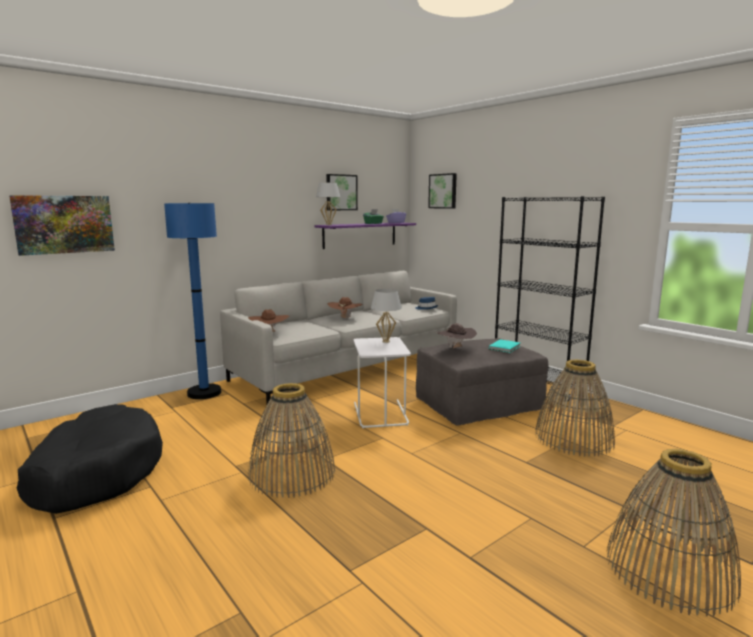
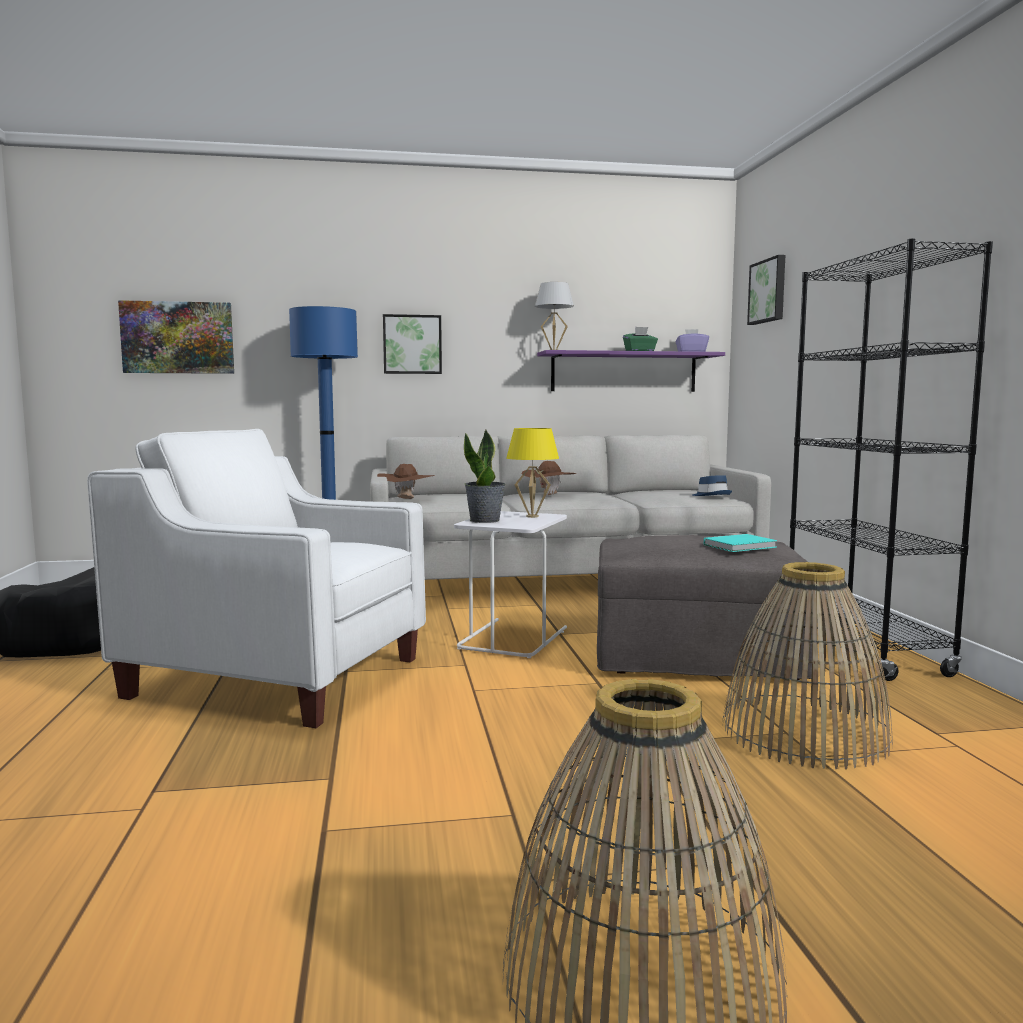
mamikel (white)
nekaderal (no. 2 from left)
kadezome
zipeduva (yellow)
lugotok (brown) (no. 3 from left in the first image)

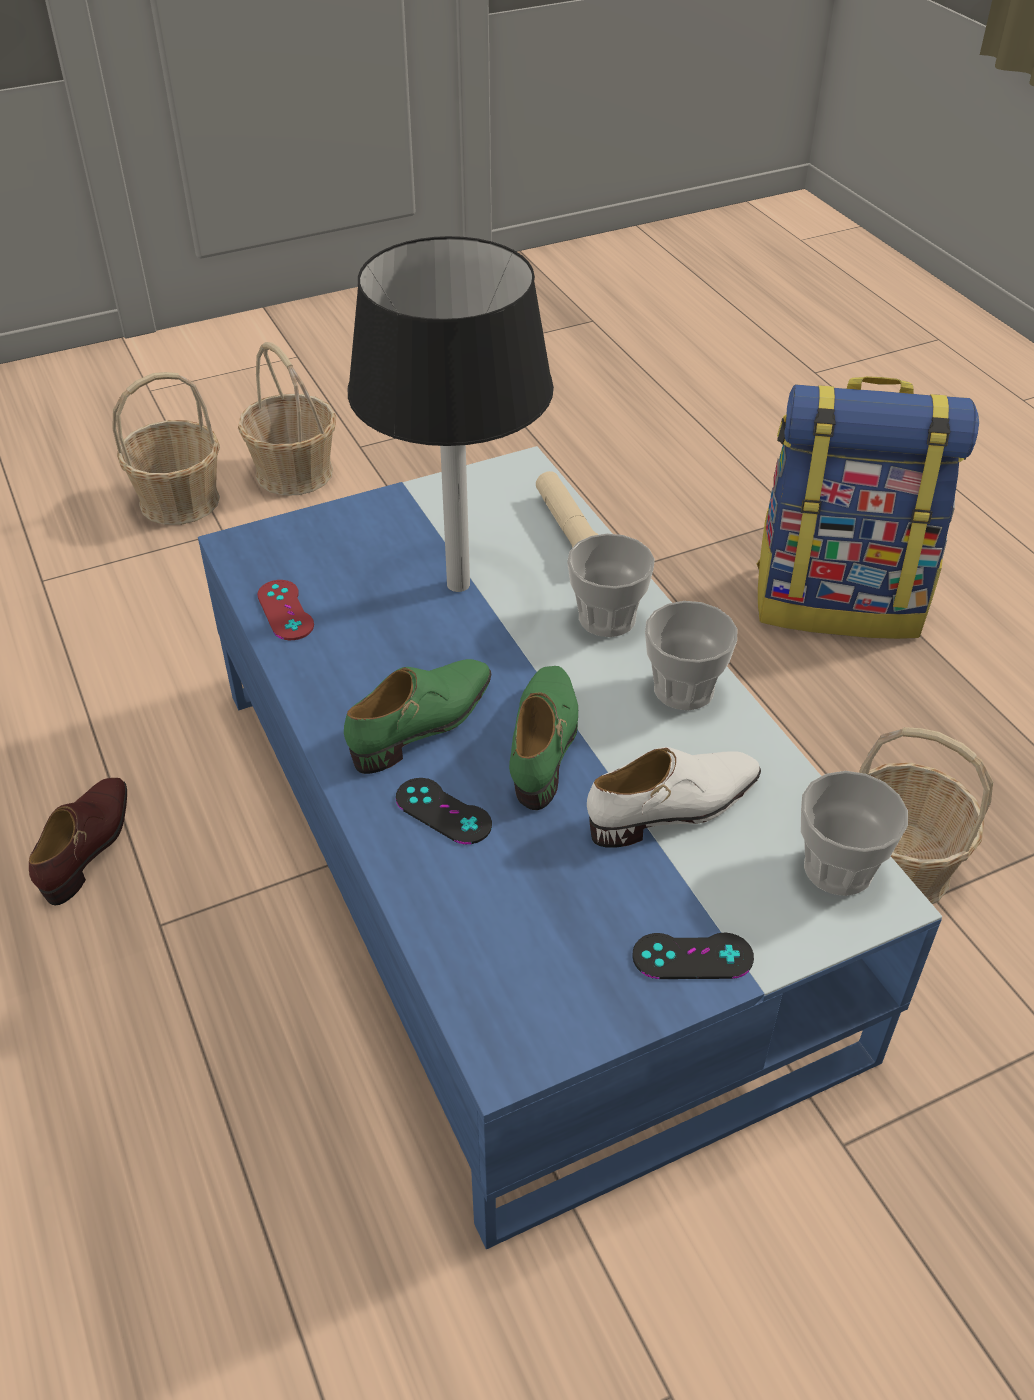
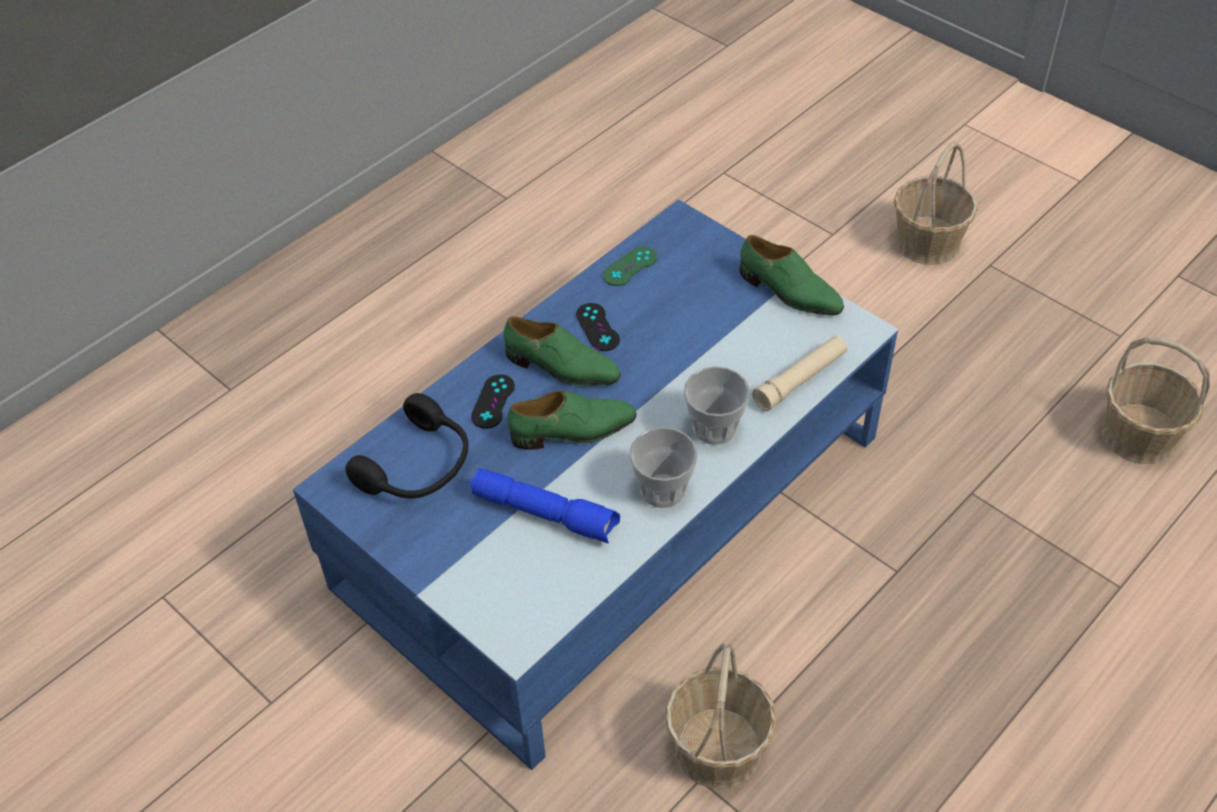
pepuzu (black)
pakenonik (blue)
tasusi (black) (no. 2 from left)
tasusi (green)
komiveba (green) (no. 3 from left)
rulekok (no. 3 from left)
komiveba (brown)
zipeduva (black)
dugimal
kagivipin (no. 3 from left in the first image)

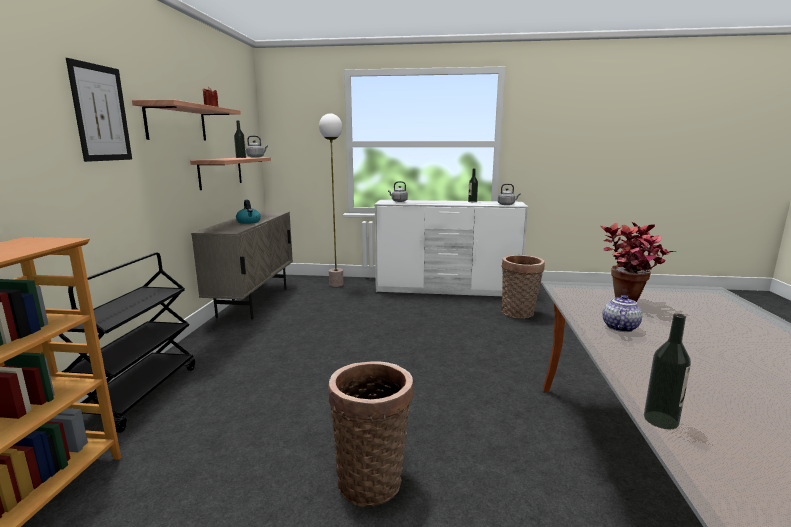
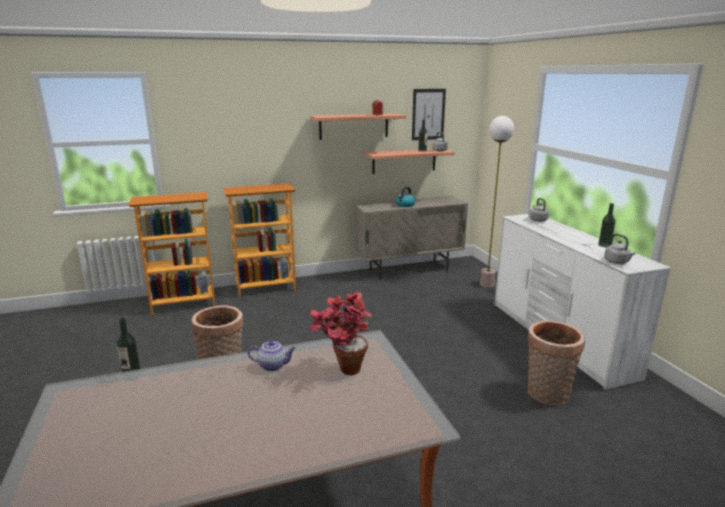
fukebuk (no. 2 from left)
nekaderal

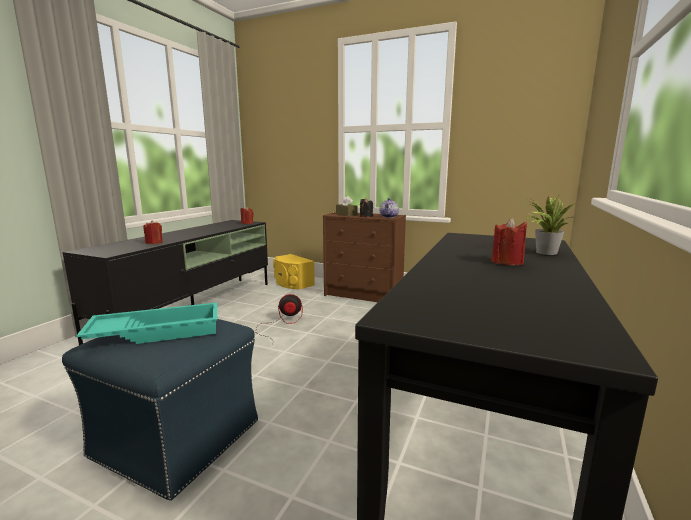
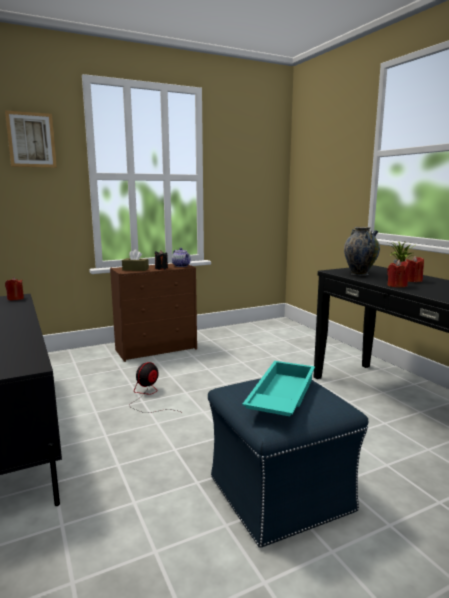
nekaderal
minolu
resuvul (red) (no. 2 from left)
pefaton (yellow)

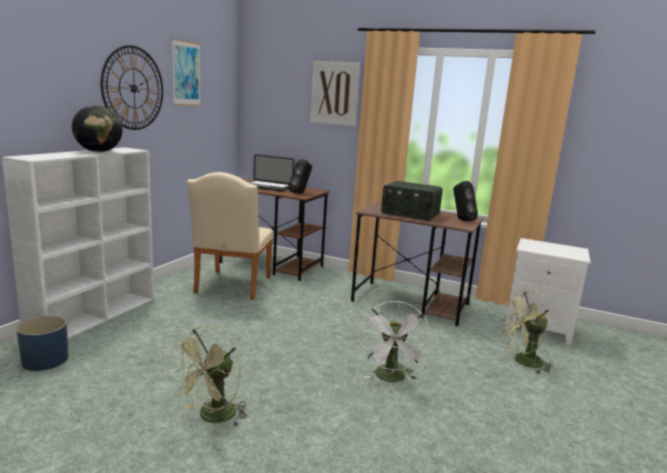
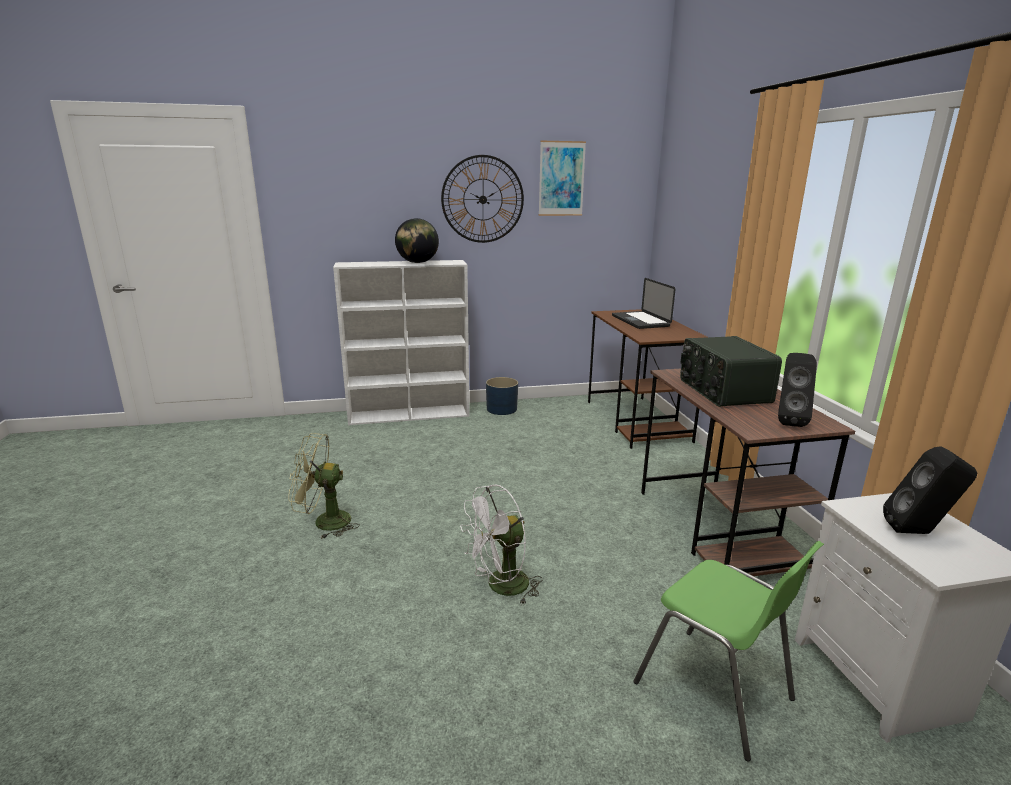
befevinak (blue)
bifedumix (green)
pefaton (black) (no. 2 from left)
bifedumix (beige)
nekaderal (no. 2 from left in the first image)

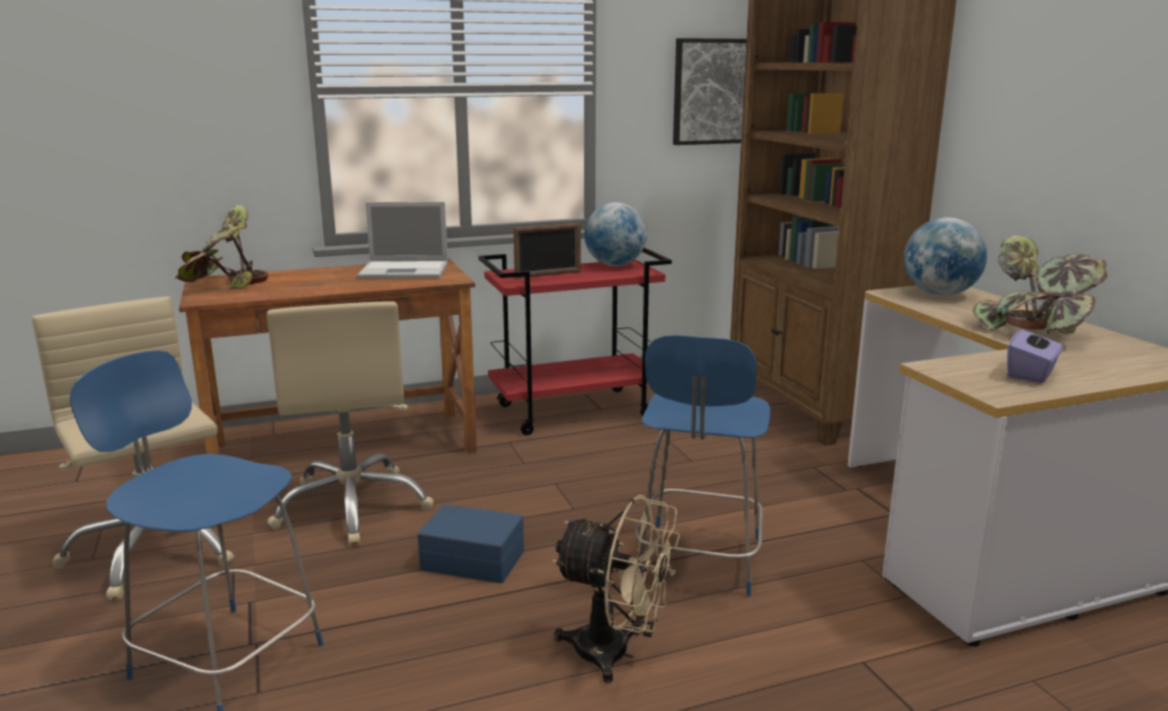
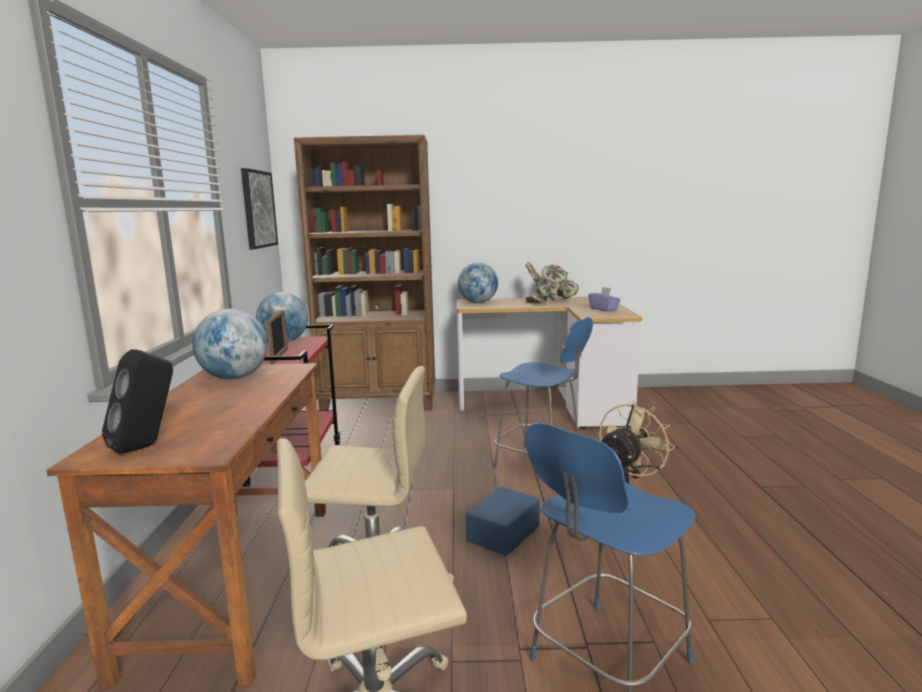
pefaton (black)
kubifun (no. 1 from left)

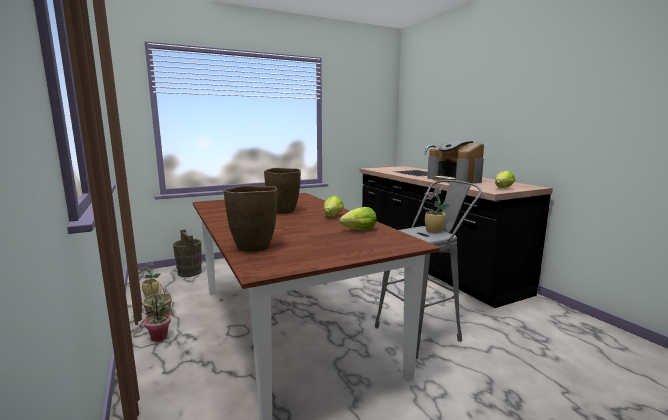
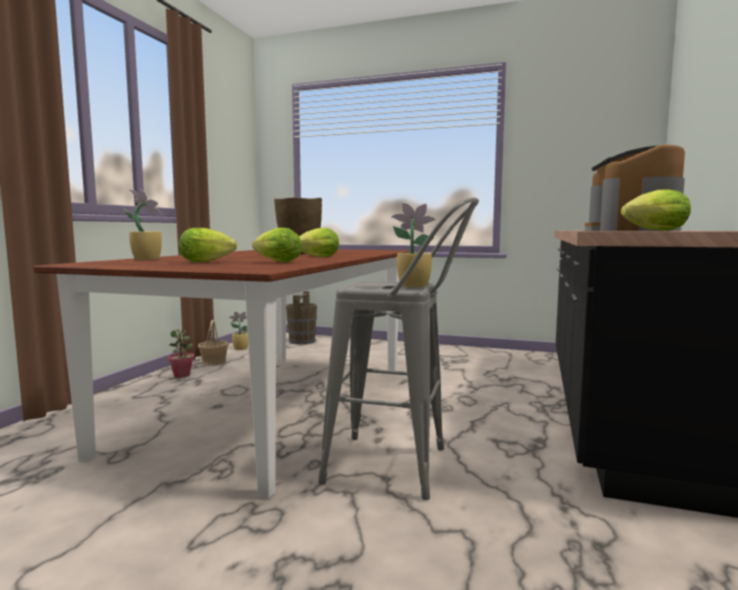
kadezome (no. 1 from left)
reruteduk (no. 1 from left)

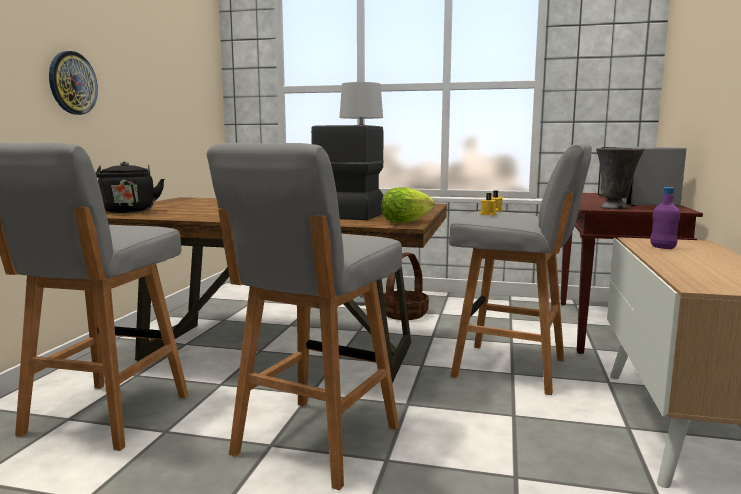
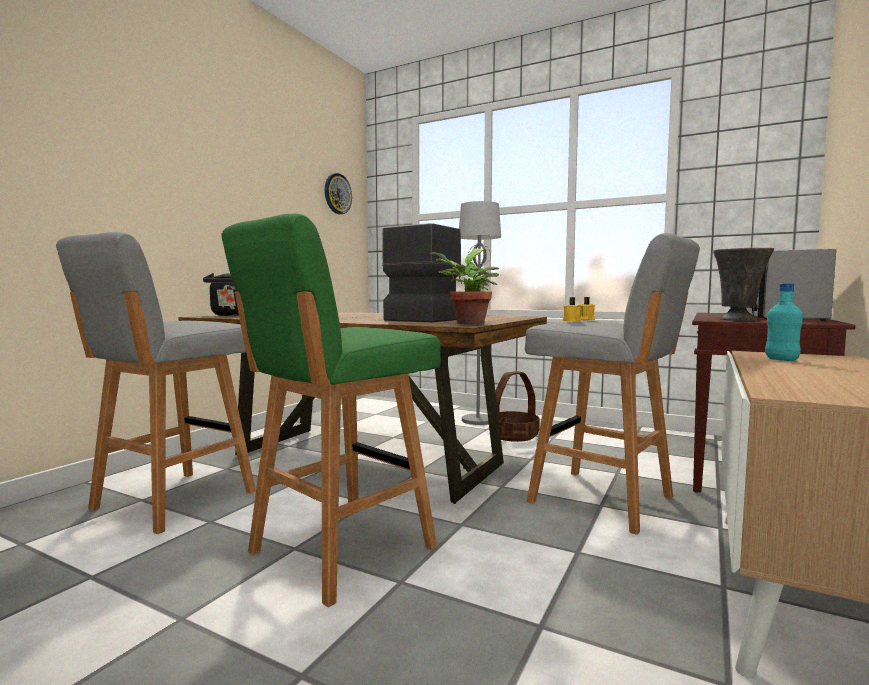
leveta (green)
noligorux
kadezome
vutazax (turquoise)

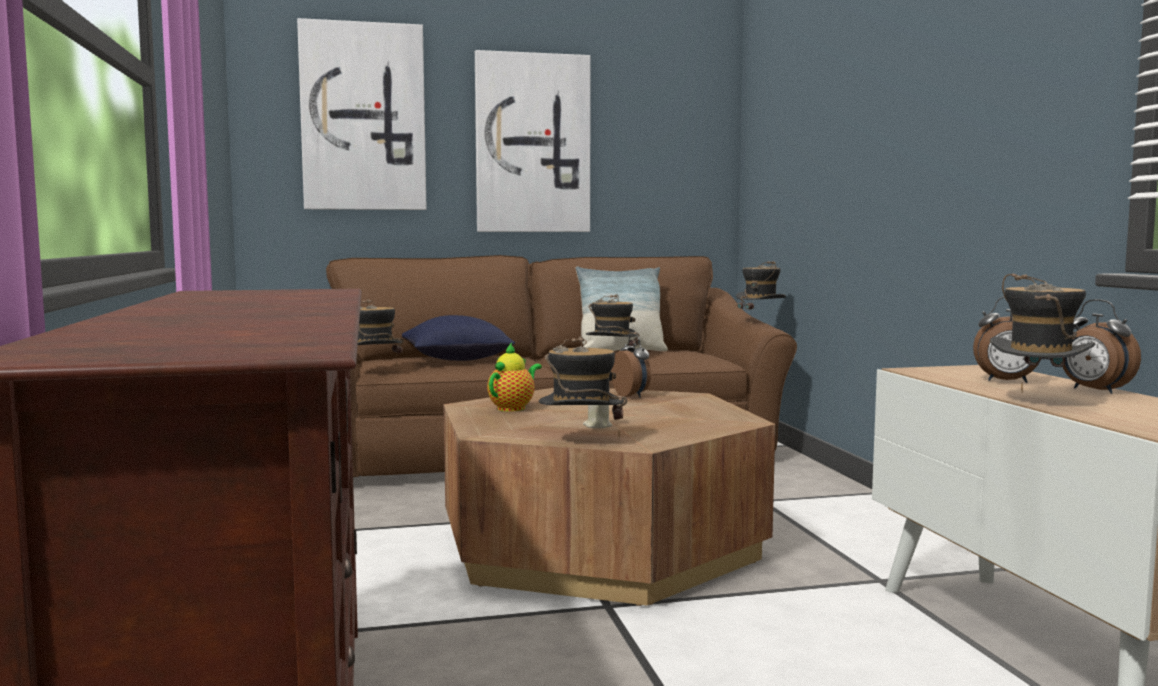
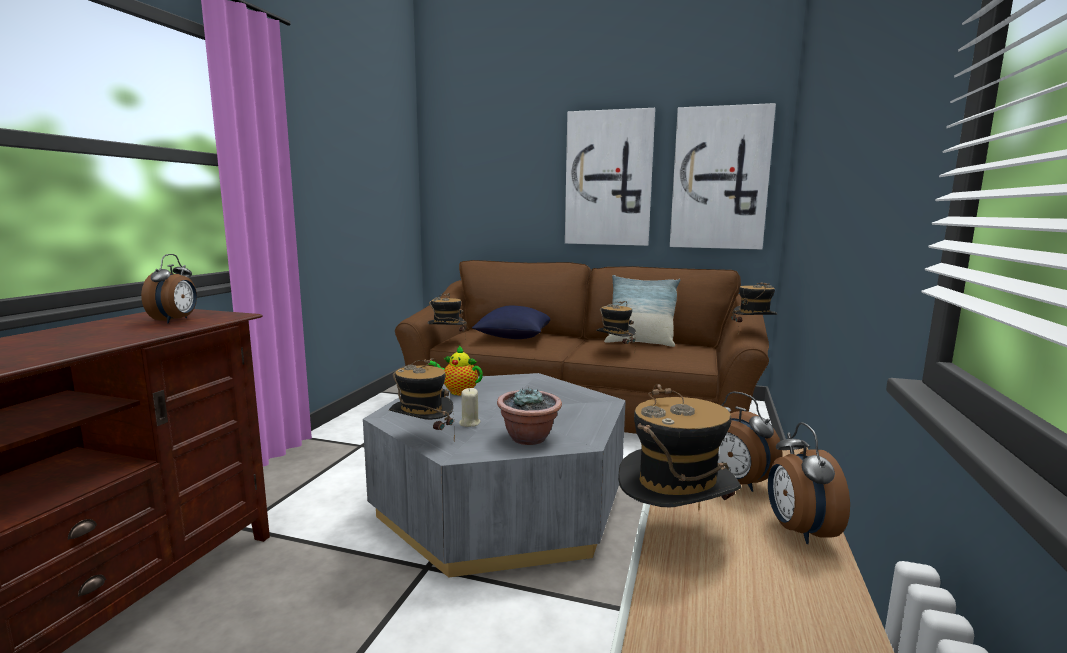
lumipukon (no. 1 from left)
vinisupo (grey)
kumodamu
kadezome
nekaderal (no. 2 from left)

